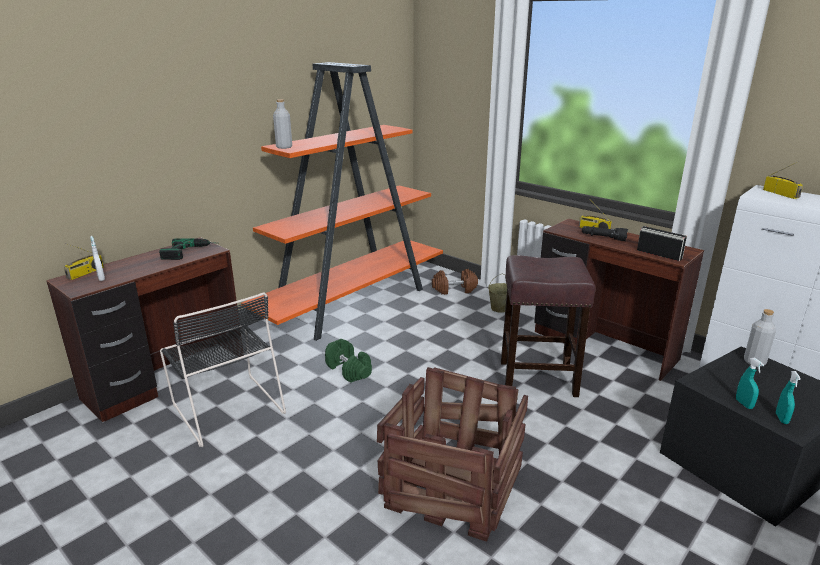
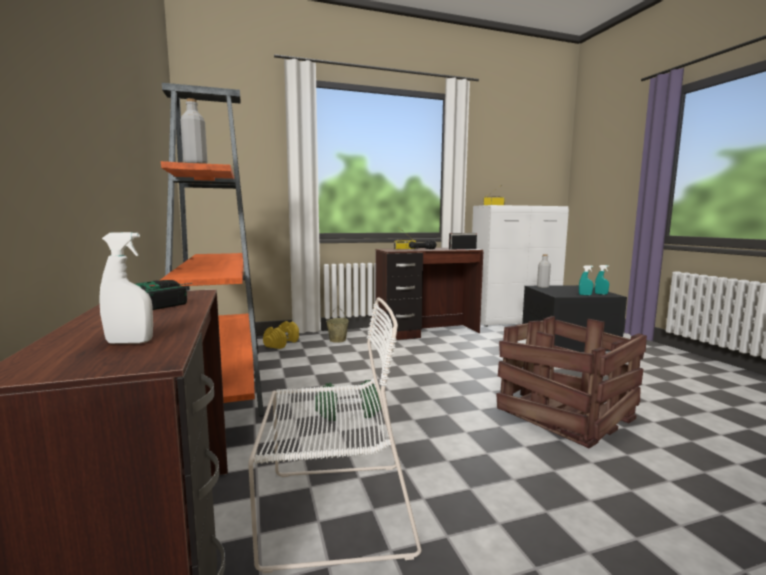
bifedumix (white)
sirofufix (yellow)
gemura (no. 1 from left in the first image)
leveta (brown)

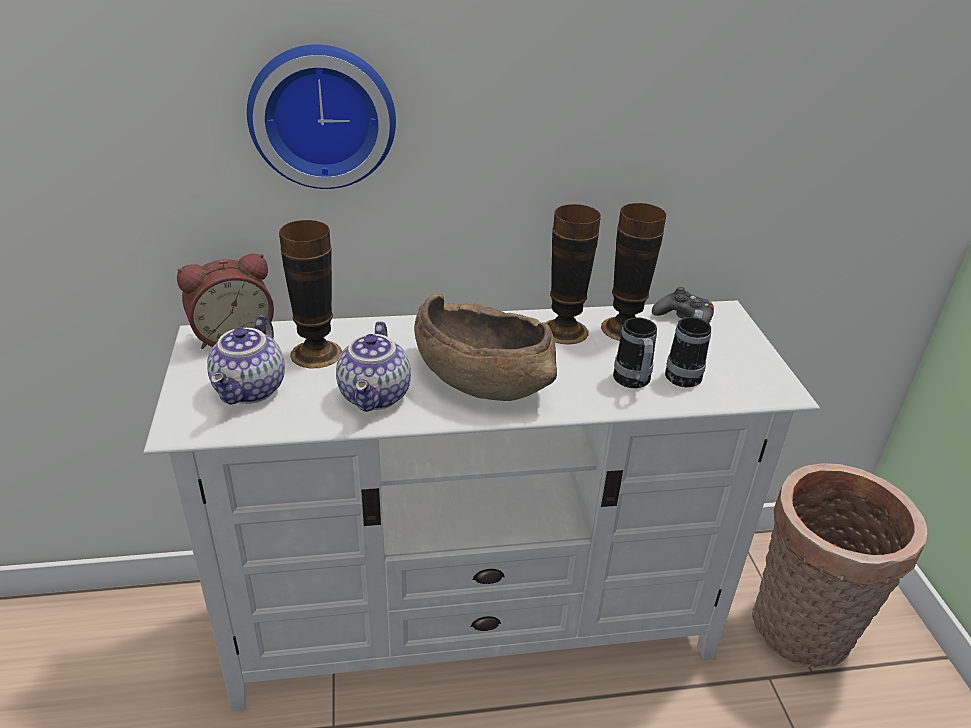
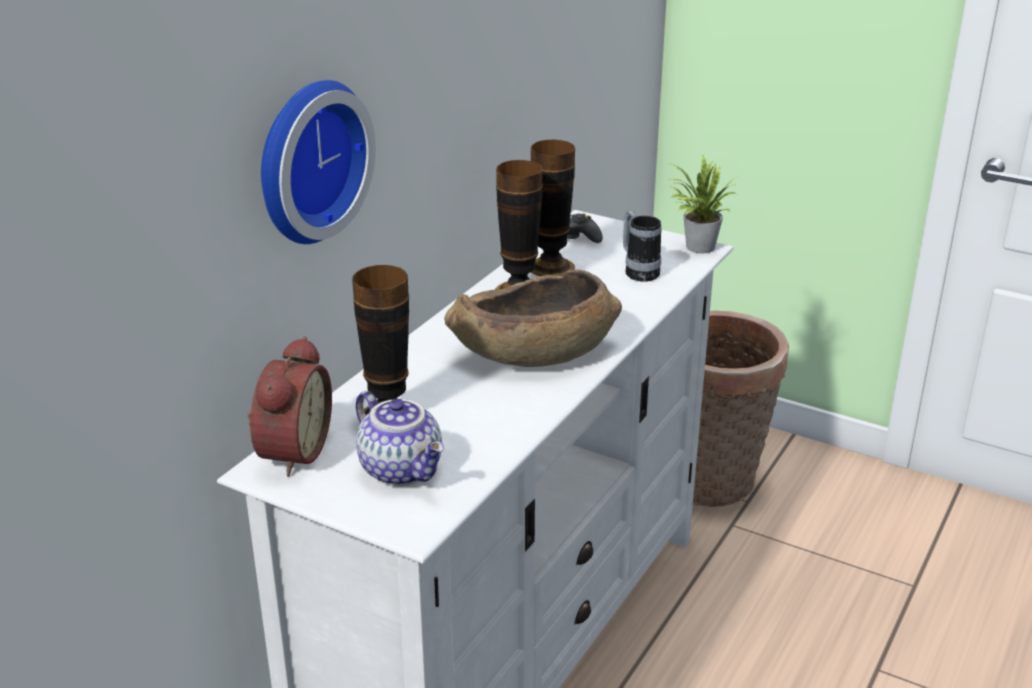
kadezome
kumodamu (no. 2 from left in the first image)
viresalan (no. 1 from left in the first image)

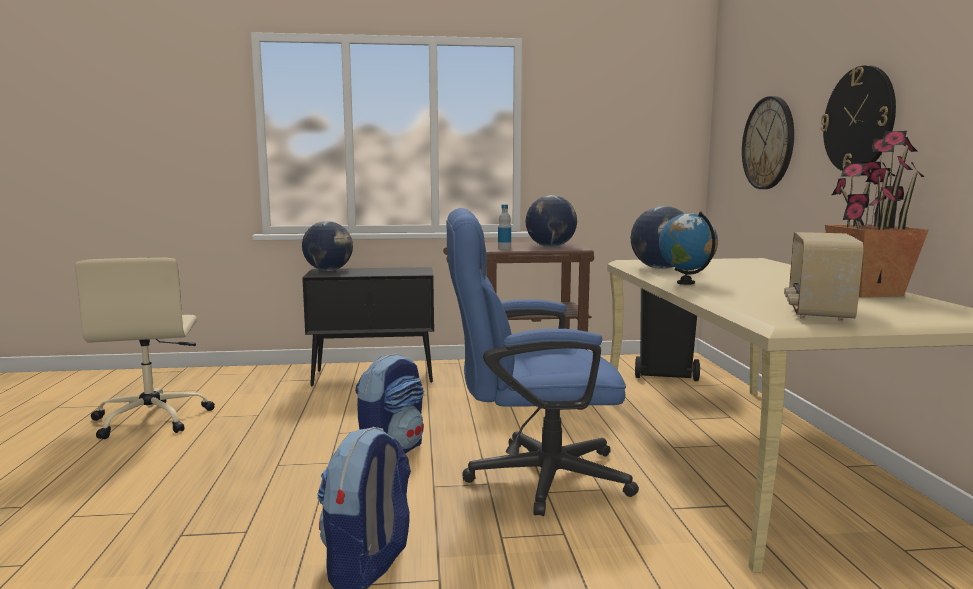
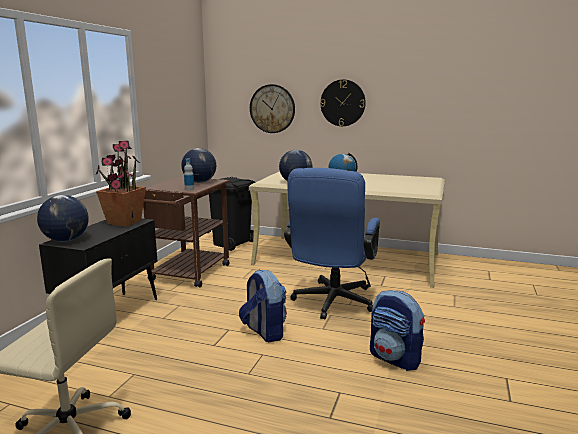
kadezome
gemura

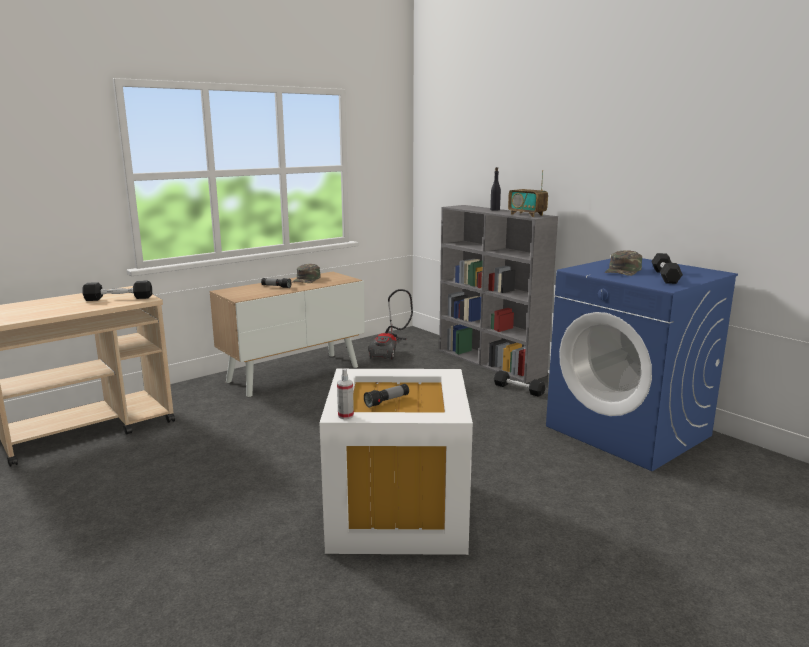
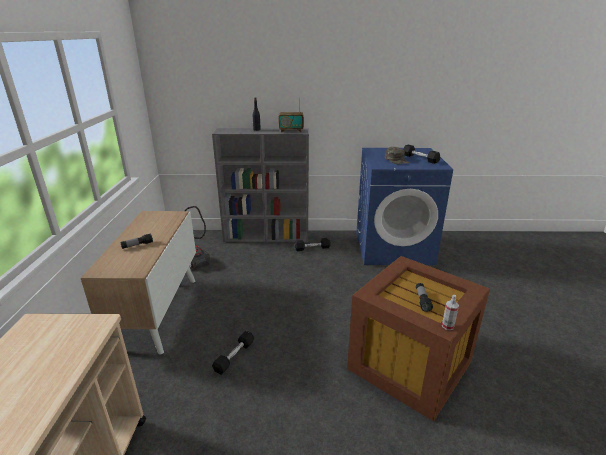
sirofufix (black) (no. 1 from left)
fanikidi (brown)
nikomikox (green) (no. 1 from left in the first image)

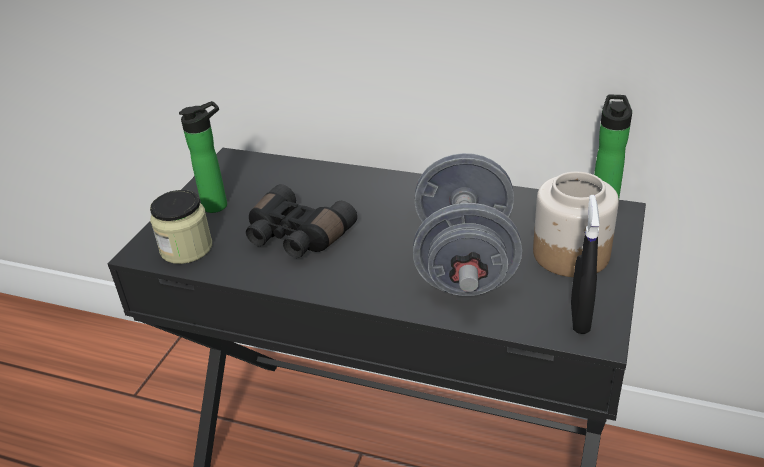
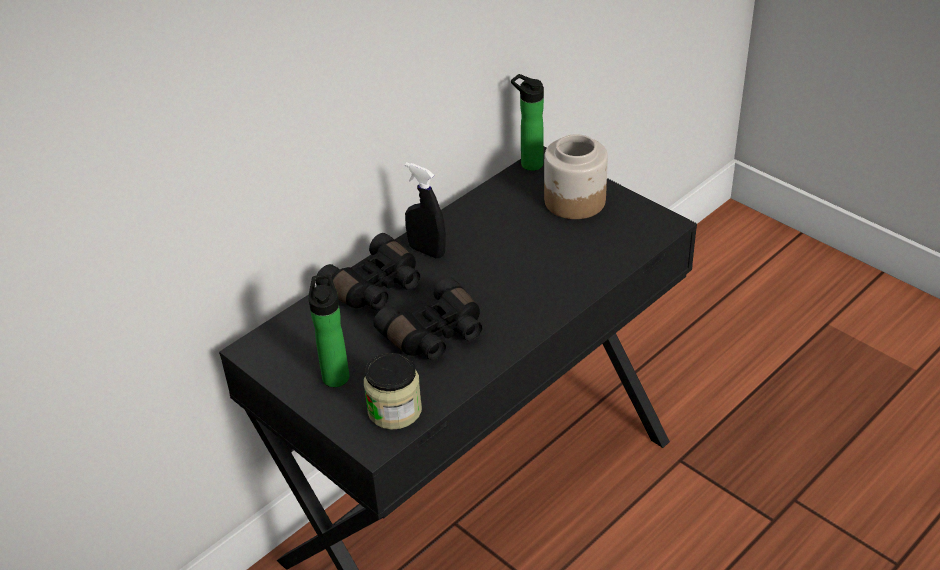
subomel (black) (no. 1 from left)
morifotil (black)
sirofufix (grey)

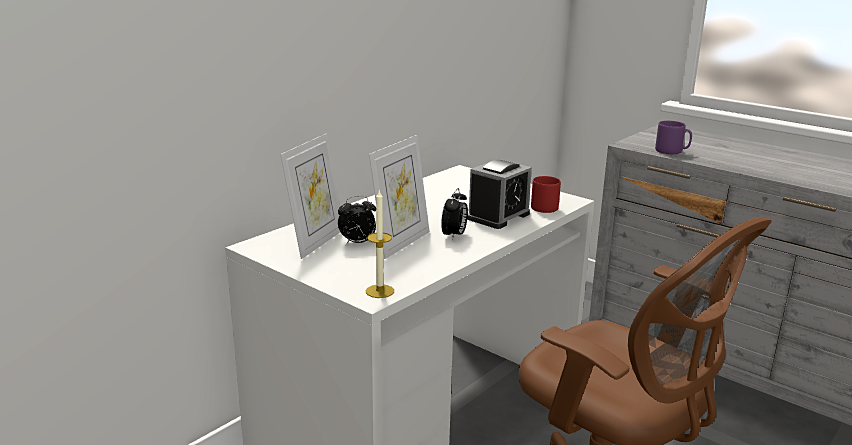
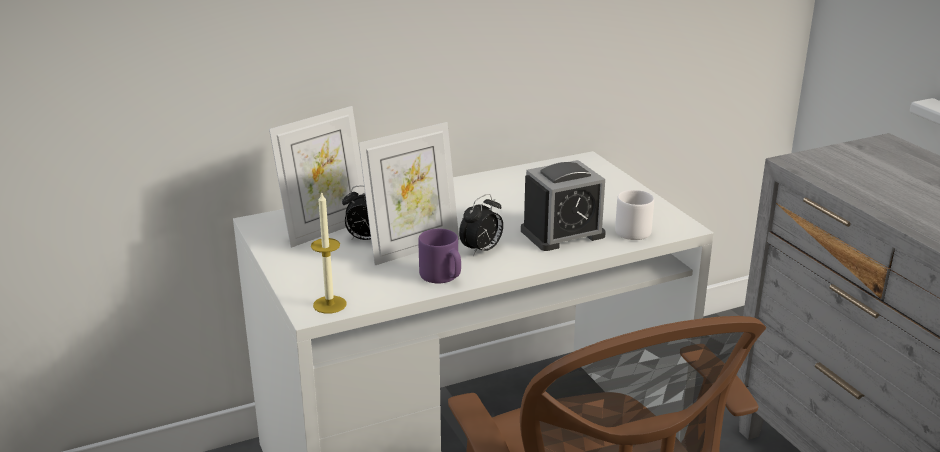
viresalan (purple)
viresalan (white)

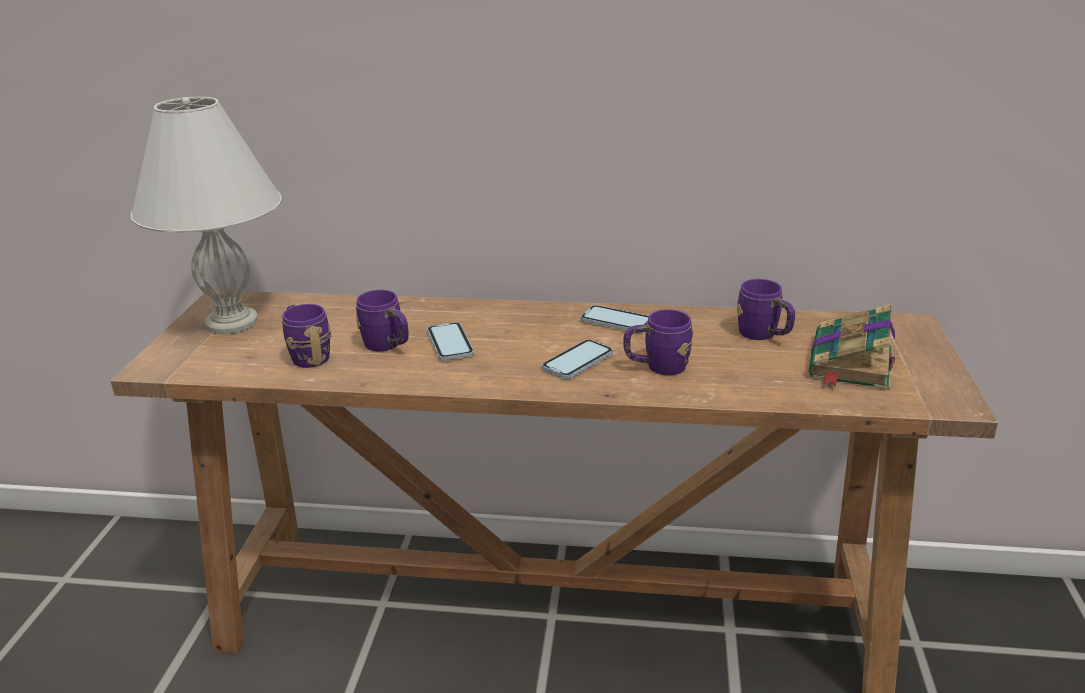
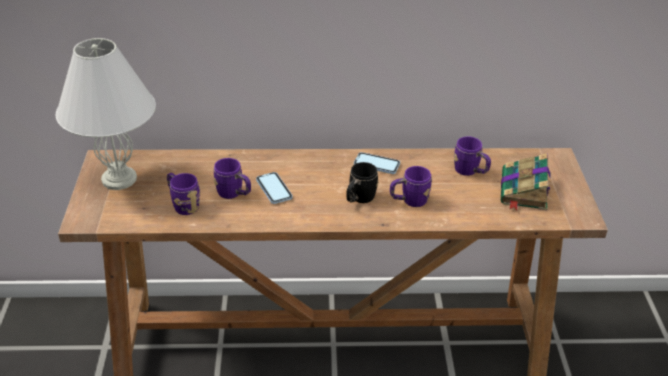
viresalan (black)

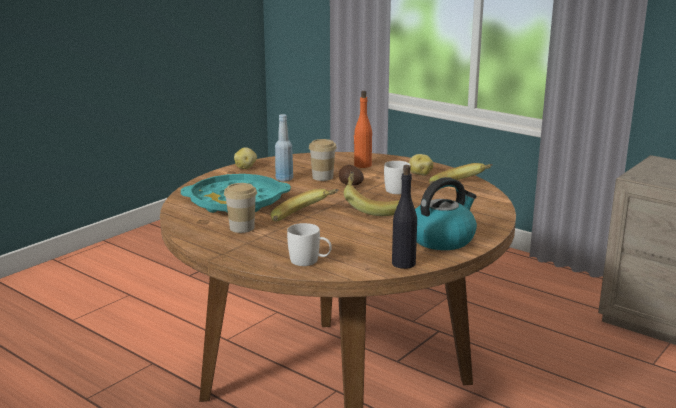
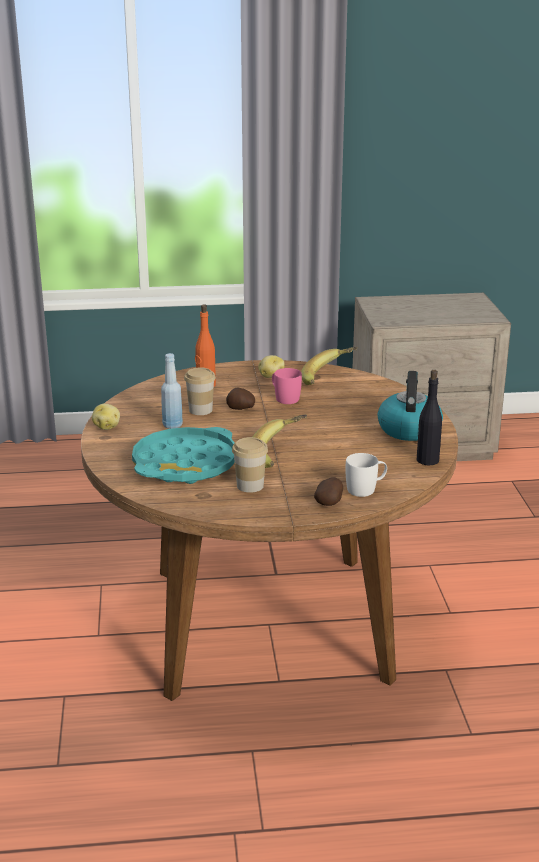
viresalan (pink)
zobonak (no. 4 from left)
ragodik (no. 2 from left in the first image)

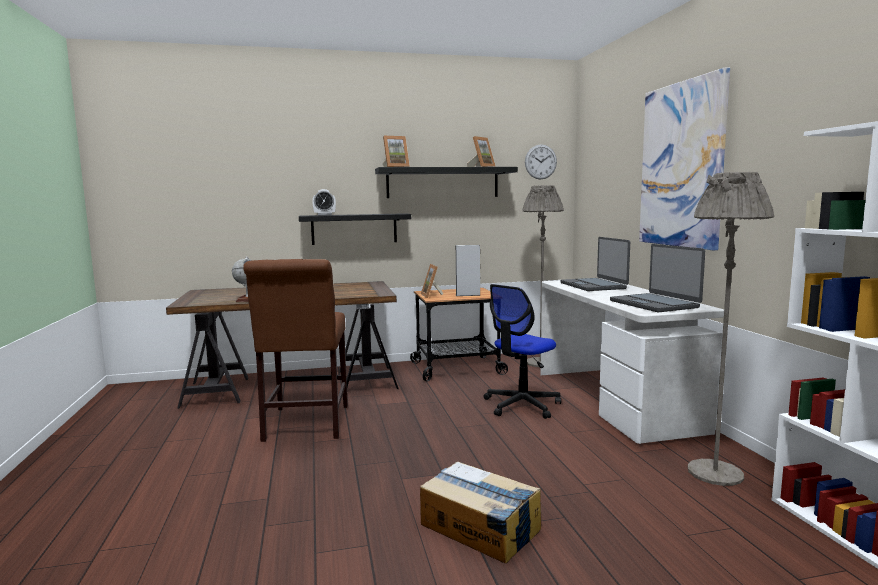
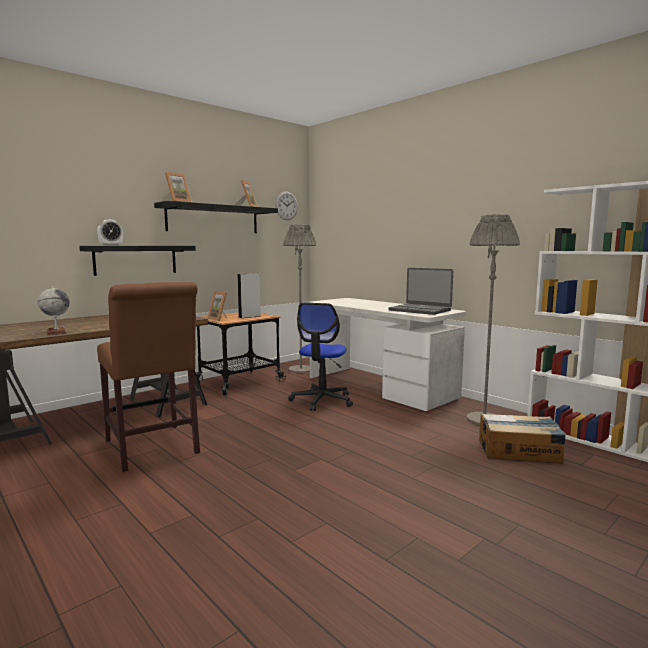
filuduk
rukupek (no. 1 from left in the first image)
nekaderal

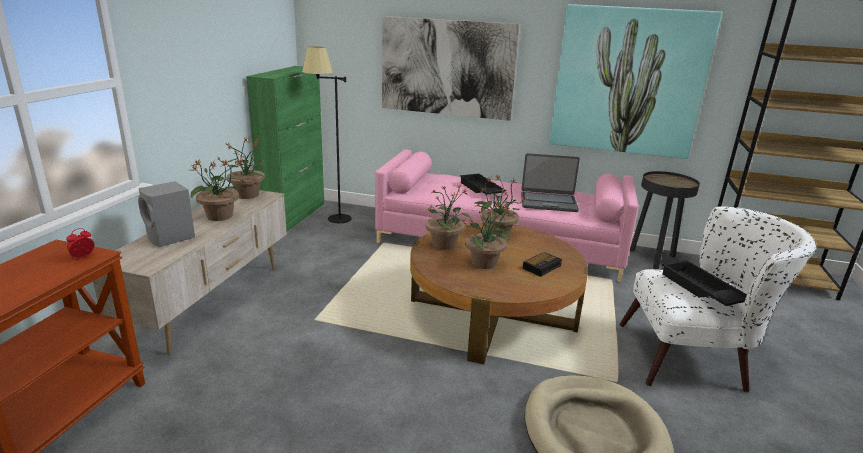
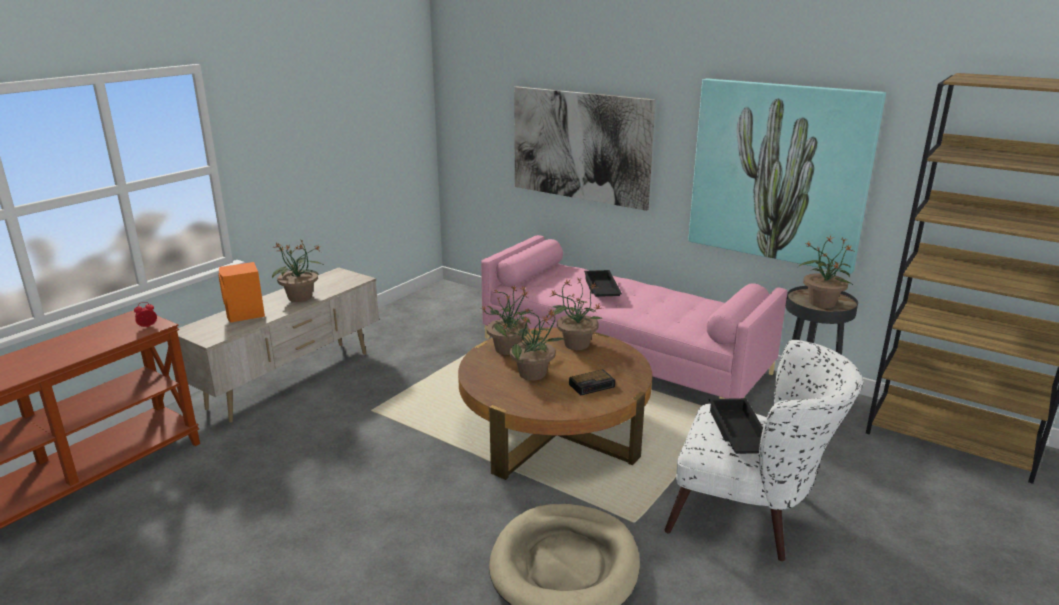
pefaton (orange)
kadezome (no. 5 from left)
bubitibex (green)
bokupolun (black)
rukupek

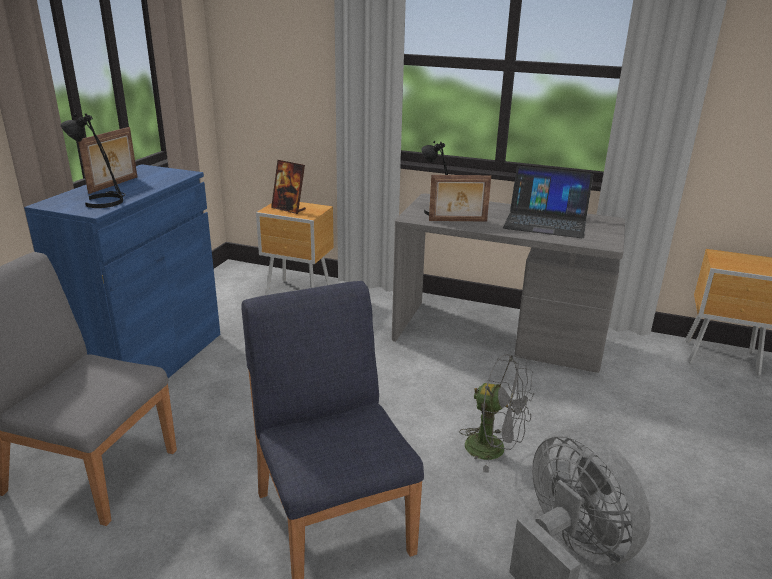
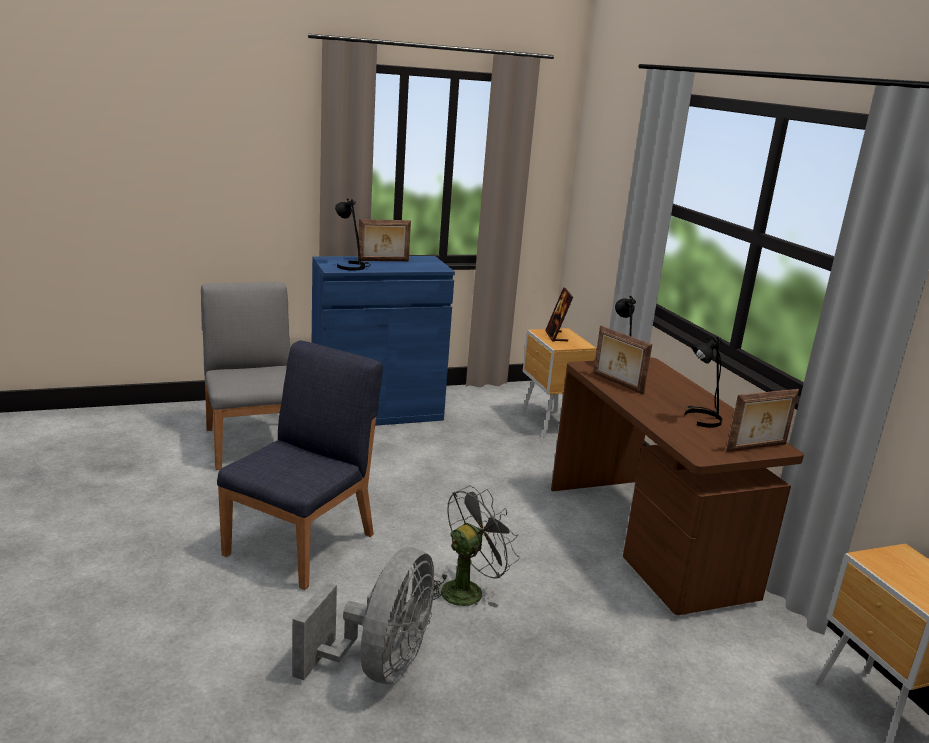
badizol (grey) (no. 2 from left)
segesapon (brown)
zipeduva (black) (no. 3 from left)
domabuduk (no. 4 from left)

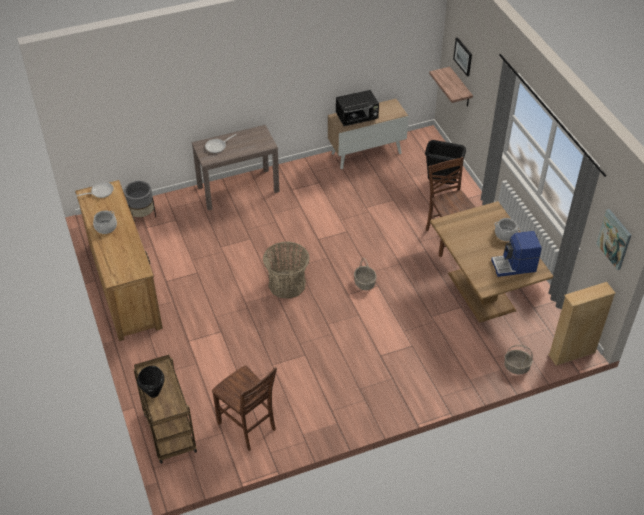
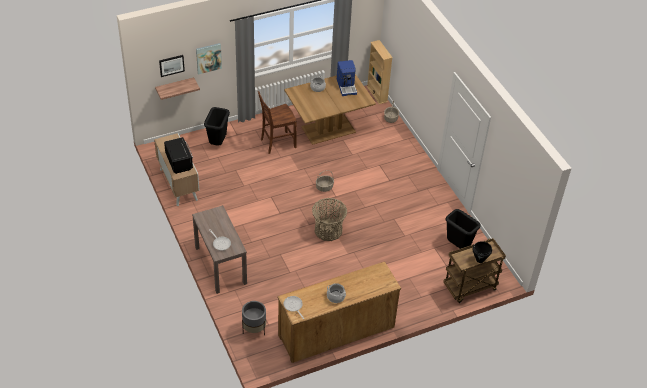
nekaderal (no. 2 from left)
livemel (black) (no. 2 from left)

